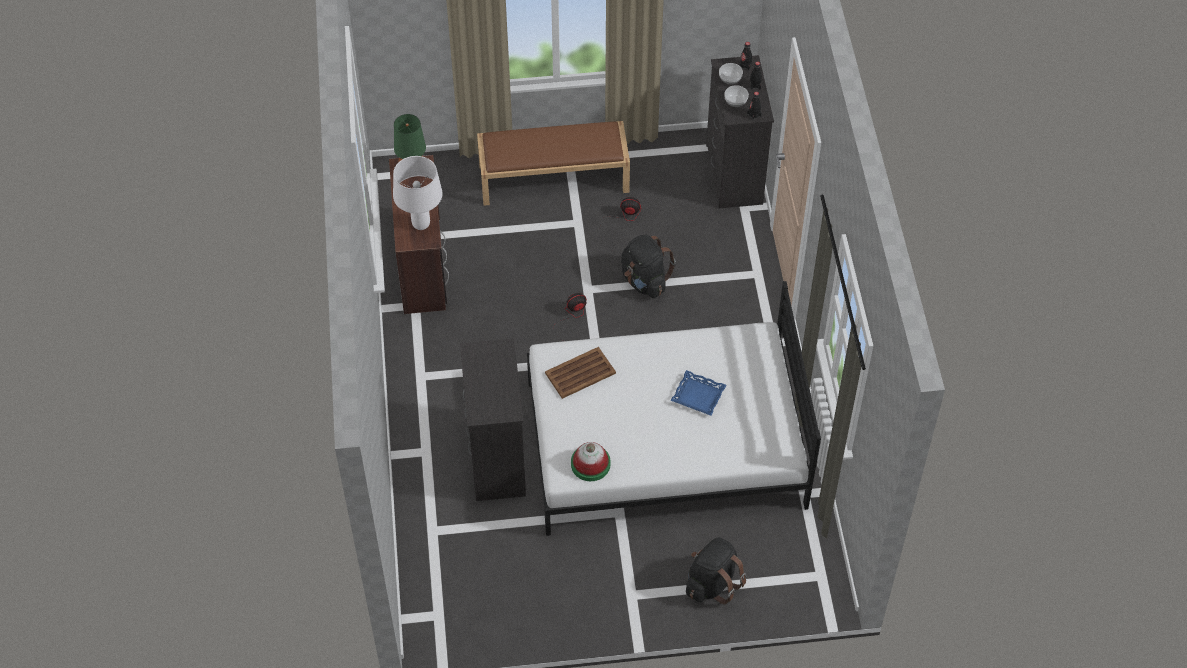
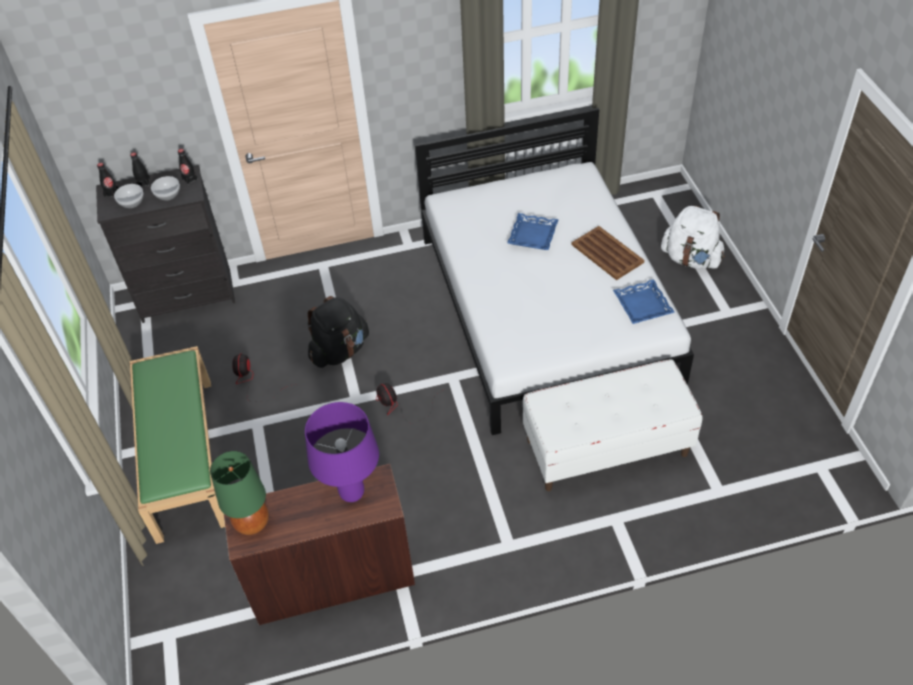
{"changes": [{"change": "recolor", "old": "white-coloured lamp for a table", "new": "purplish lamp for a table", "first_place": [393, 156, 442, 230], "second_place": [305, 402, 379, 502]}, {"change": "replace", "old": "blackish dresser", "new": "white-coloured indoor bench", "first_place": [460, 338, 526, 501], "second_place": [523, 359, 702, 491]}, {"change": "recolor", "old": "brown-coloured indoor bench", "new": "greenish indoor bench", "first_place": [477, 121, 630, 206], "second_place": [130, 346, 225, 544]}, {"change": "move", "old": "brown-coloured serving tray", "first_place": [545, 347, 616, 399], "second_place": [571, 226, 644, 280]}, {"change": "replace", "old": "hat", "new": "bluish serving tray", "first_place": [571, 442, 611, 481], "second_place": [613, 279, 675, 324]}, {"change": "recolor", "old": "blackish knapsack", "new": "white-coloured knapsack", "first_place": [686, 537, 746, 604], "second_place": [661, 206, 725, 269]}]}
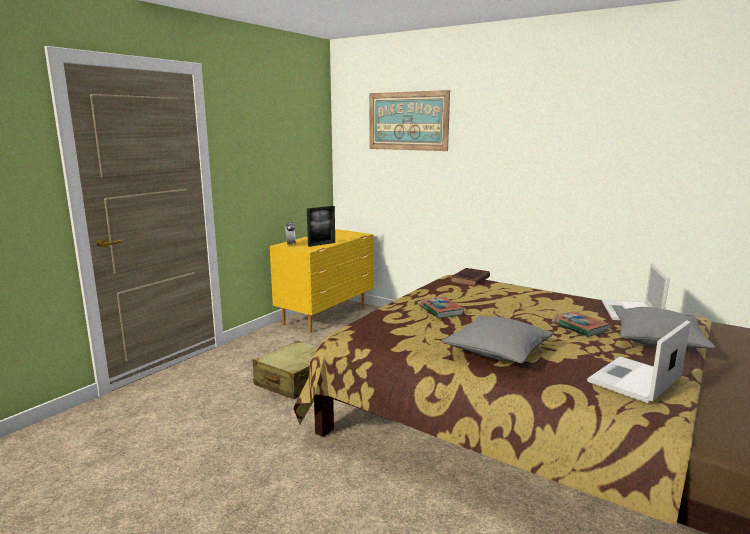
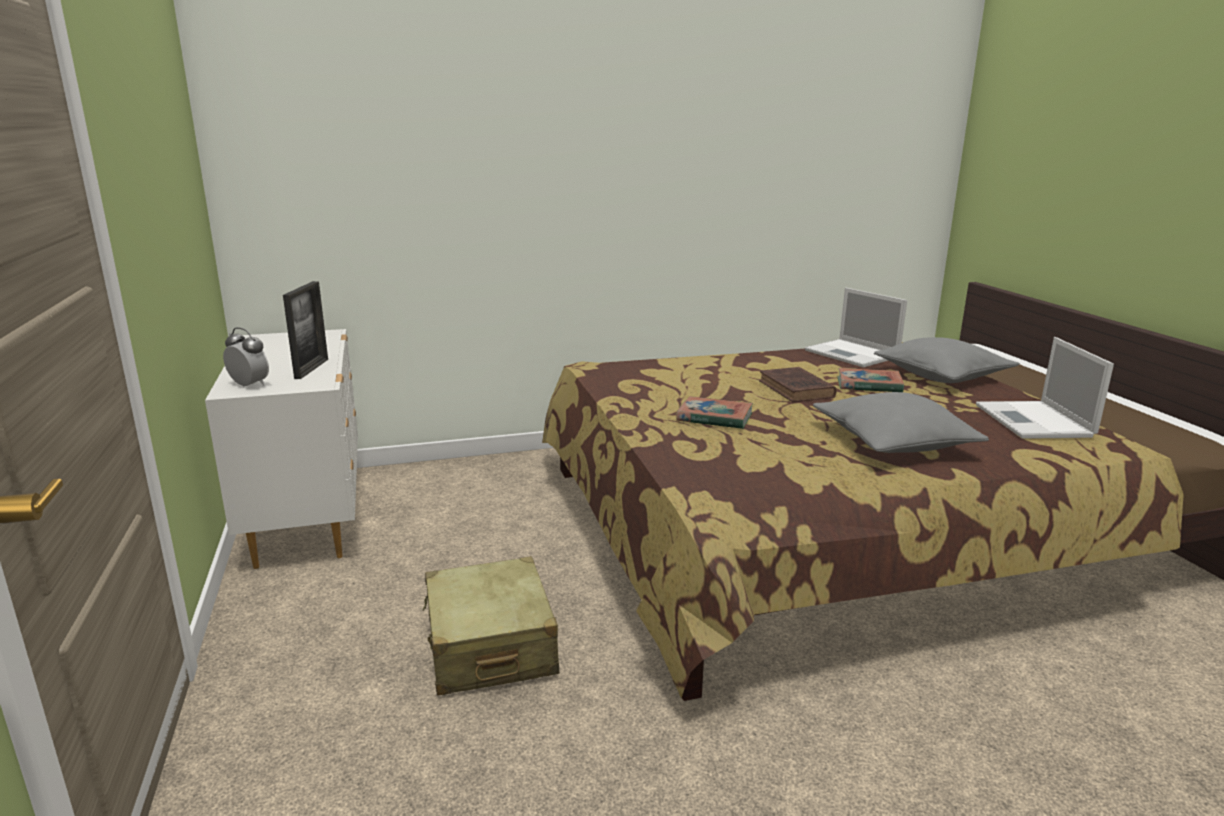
{"changes": [{"change": "recolor", "old": "yellow-coloured dresser", "new": "white-coloured dresser", "first_place": [270, 229, 374, 333], "second_place": [205, 329, 358, 569]}, {"change": "delete", "old": "wall art", "first_place": [369, 90, 450, 151]}, {"change": "move", "old": "brown-coloured bound book", "first_place": [451, 268, 490, 287], "second_place": [759, 367, 837, 402]}]}
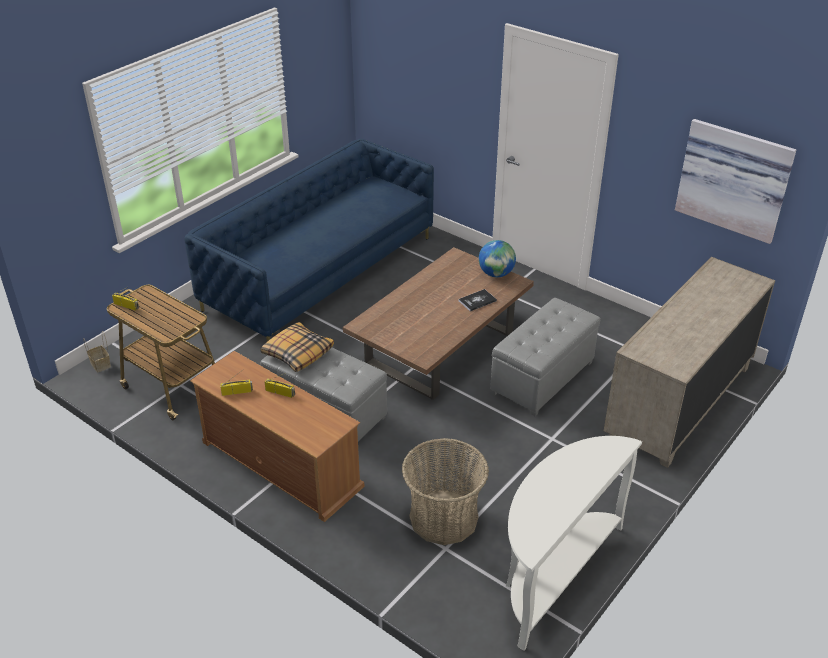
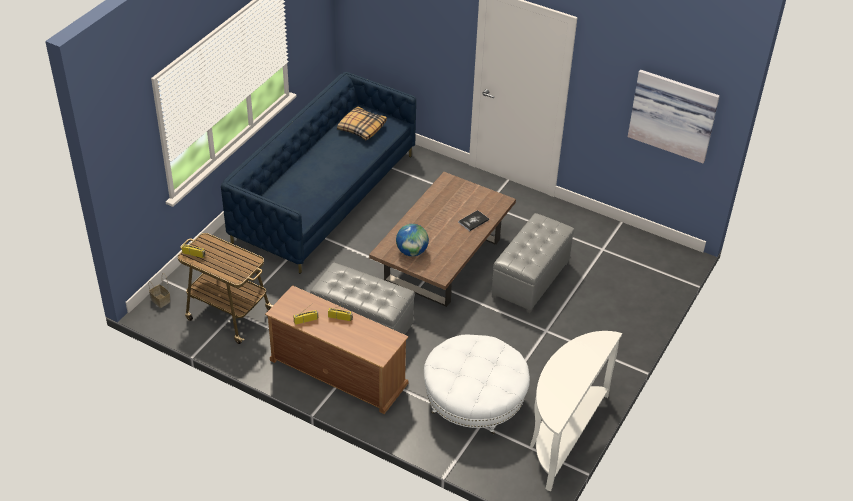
{"changes": [{"change": "move", "old": "pillow", "first_place": [261, 322, 334, 372], "second_place": [337, 106, 387, 140]}, {"change": "replace", "old": "storage basket", "new": "white-coloured pouffe", "first_place": [402, 438, 489, 545], "second_place": [424, 334, 530, 435]}, {"change": "move", "old": "world globe", "first_place": [479, 240, 516, 277], "second_place": [396, 224, 429, 256]}, {"change": "delete", "old": "beige dresser", "first_place": [604, 257, 776, 468]}]}
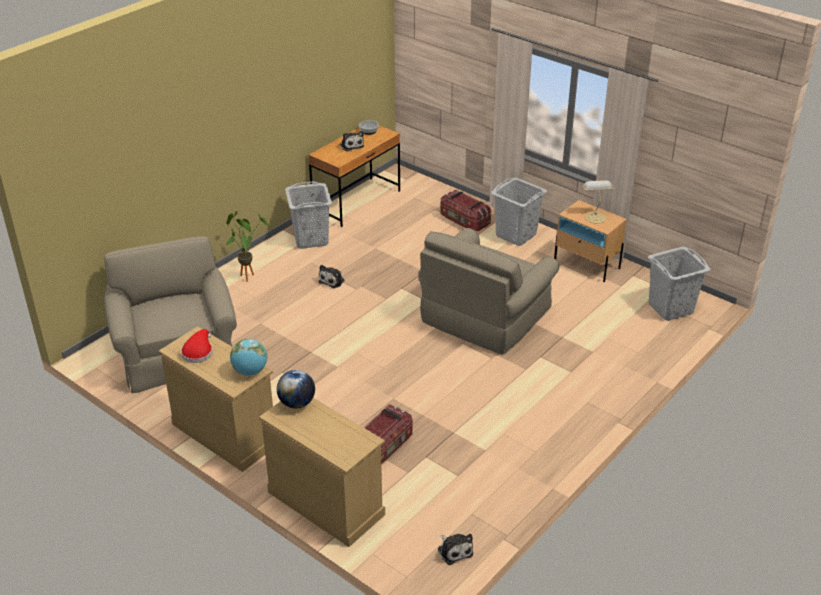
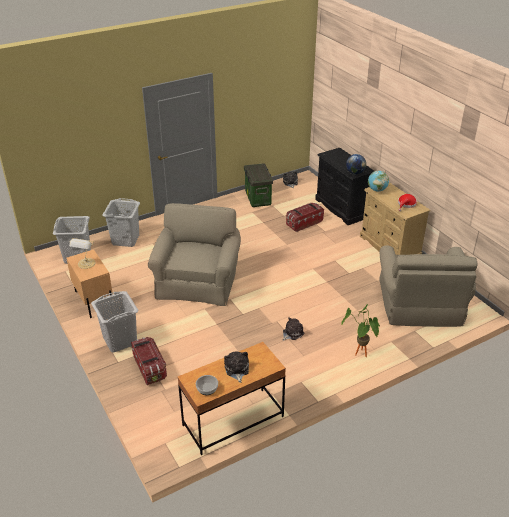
{"changes": [{"change": "recolor", "old": "beige dresser", "new": "blackish dresser", "first_place": [259, 398, 385, 547], "second_place": [315, 148, 374, 225]}, {"change": "move", "old": "greyish washing basket", "first_place": [285, 181, 332, 249], "second_place": [102, 198, 140, 247]}, {"change": "rotate", "old": "beige lounge chair", "first_place": [419, 228, 559, 354], "second_place": [148, 203, 241, 306], "degrees": -45}, {"change": "insert", "new": "storage box", "second_place": [244, 163, 273, 207]}]}
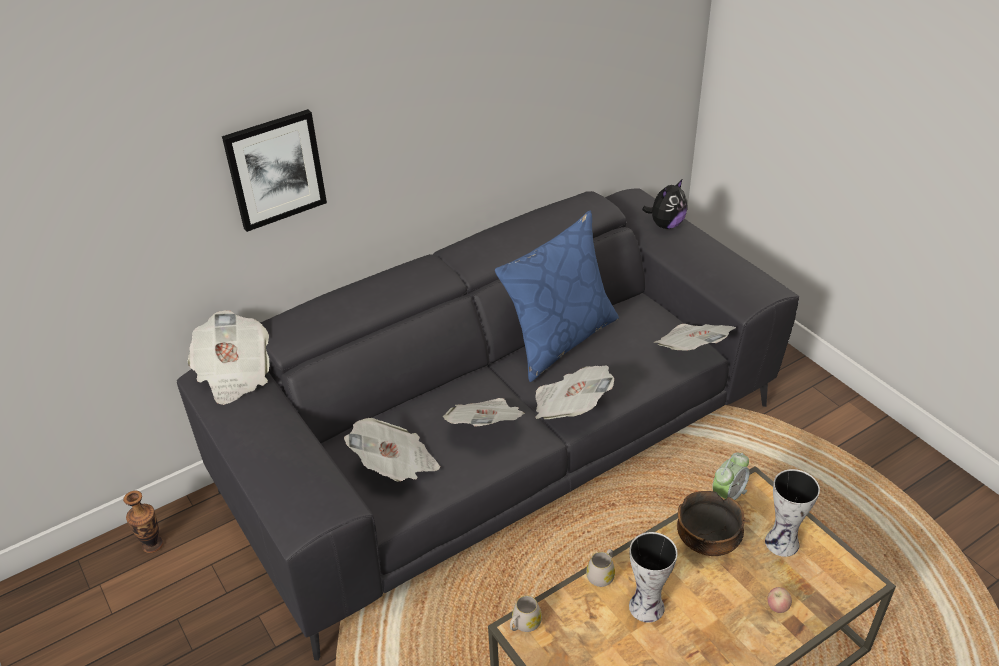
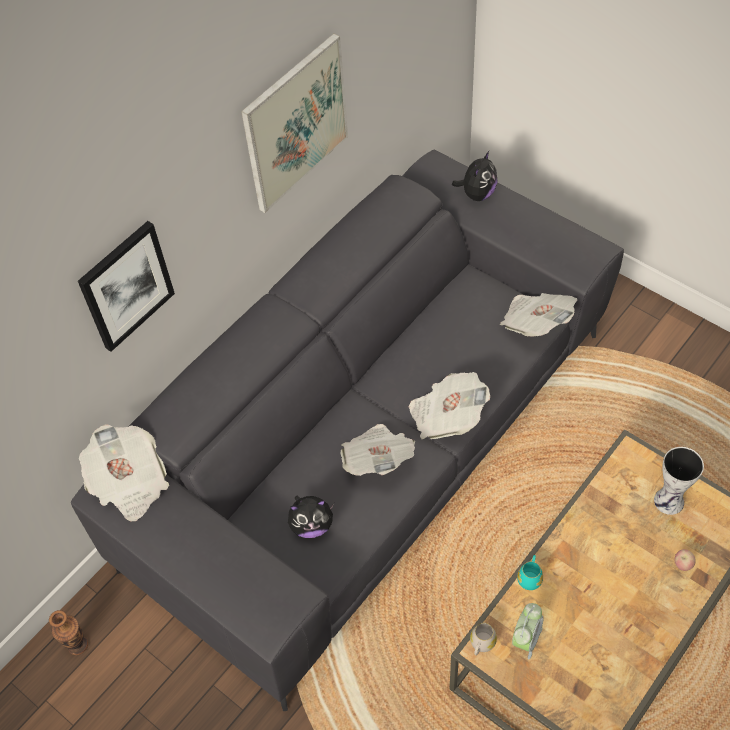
{"changes": [{"change": "replace", "old": "daily paper", "new": "cuddly toy", "first_place": [344, 418, 440, 482], "second_place": [288, 495, 334, 538]}, {"change": "delete", "old": "bluish pillow", "first_place": [495, 211, 619, 382]}, {"change": "recolor", "old": "white-coloured coffee mug", "new": "blue-green coffee mug", "first_place": [586, 549, 615, 587], "second_place": [517, 555, 543, 590]}, {"change": "delete", "old": "vase", "first_place": [629, 532, 678, 623]}, {"change": "delete", "old": "deep dish", "first_place": [677, 491, 745, 556]}, {"change": "move", "old": "bedside clock", "first_place": [712, 453, 750, 500], "second_place": [512, 603, 544, 659]}, {"change": "insert", "new": "wall art", "second_place": [241, 34, 348, 213]}]}
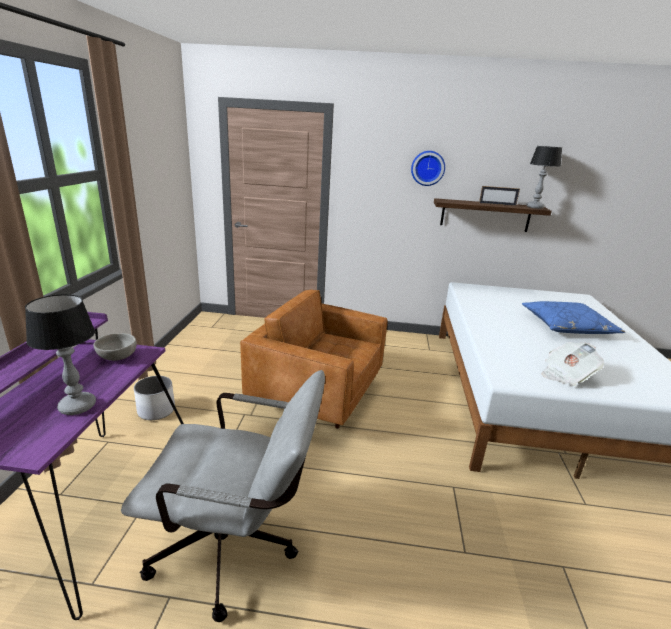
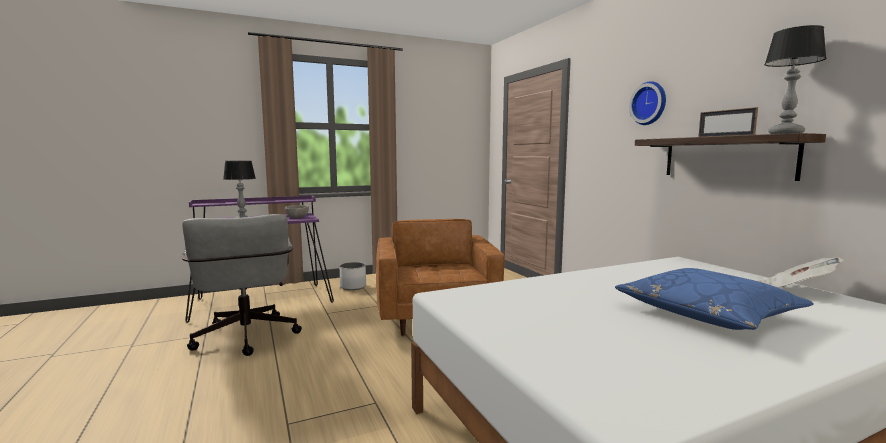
{"changes": [{"change": "move", "old": "daily paper", "first_place": [542, 342, 604, 386], "second_place": [758, 257, 844, 287]}]}
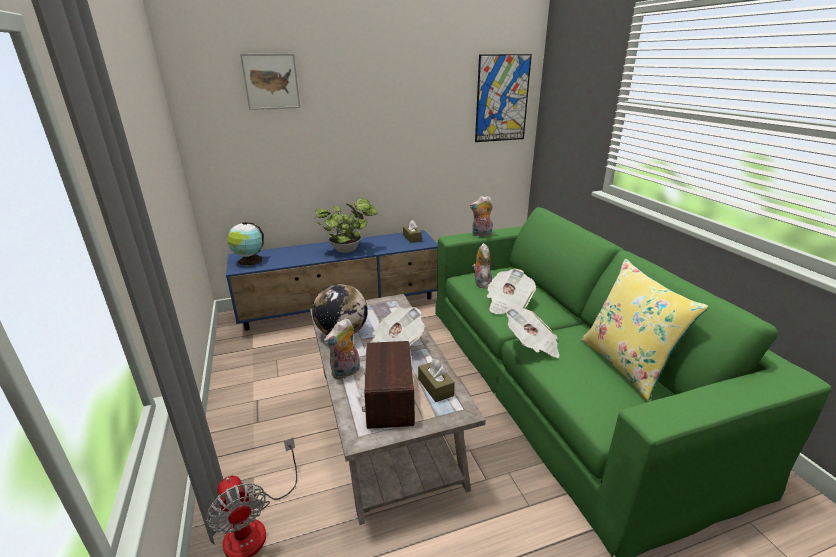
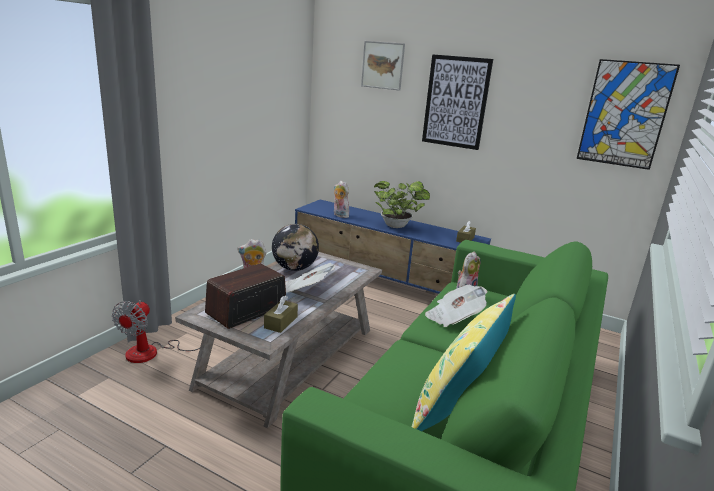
{"changes": [{"change": "delete", "old": "world globe", "first_place": [228, 222, 264, 266]}, {"change": "move", "old": "cuddly toy", "first_place": [470, 196, 493, 237], "second_place": [334, 181, 349, 218]}, {"change": "delete", "old": "daily paper", "first_place": [506, 308, 559, 358]}, {"change": "insert", "new": "wall art", "second_place": [422, 54, 493, 150]}]}
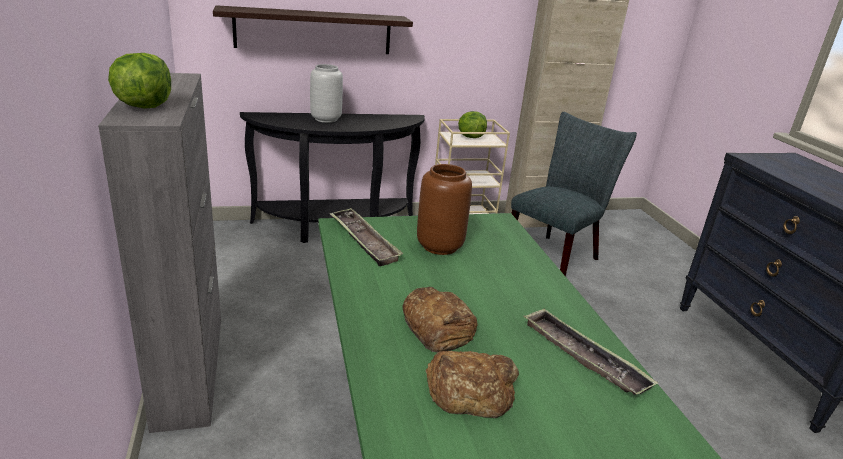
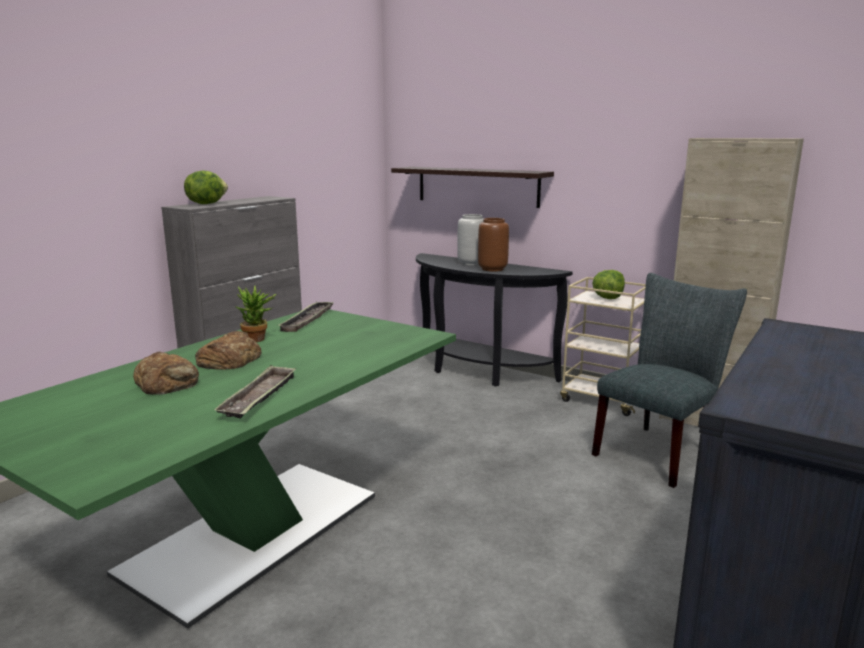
{"changes": [{"change": "move", "old": "brown-coloured vase", "first_place": [417, 164, 472, 255], "second_place": [478, 218, 509, 272]}, {"change": "rotate", "old": "greyish upright chair", "first_place": [511, 112, 637, 277], "second_place": [592, 273, 747, 488], "degrees": -45}, {"change": "insert", "new": "plant in a pot", "second_place": [235, 285, 277, 342]}]}
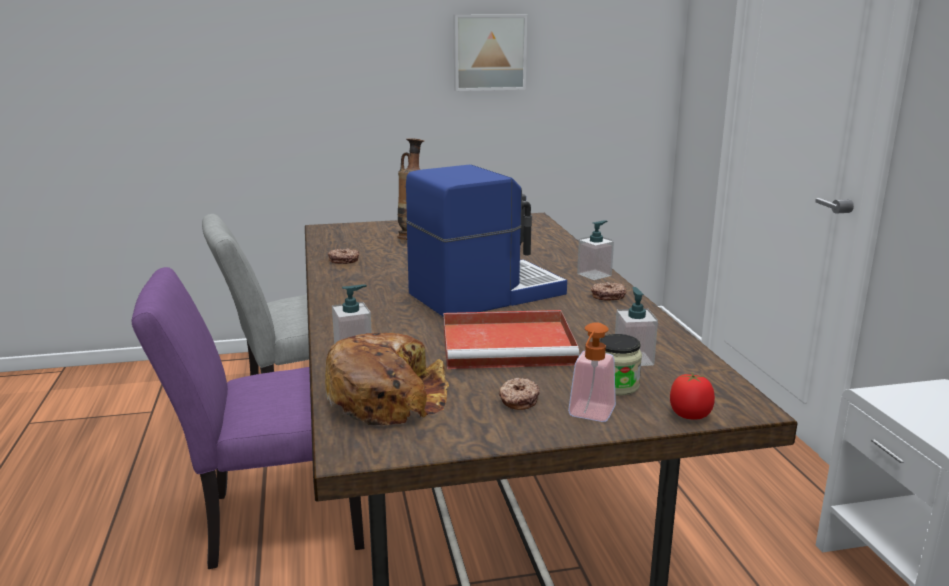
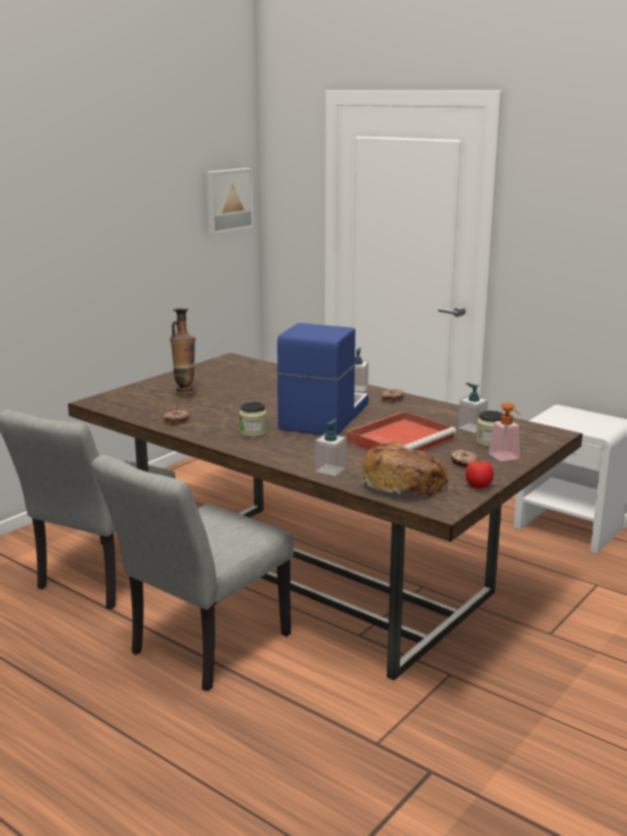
{"changes": [{"change": "recolor", "old": "purplish upright chair", "new": "greyish upright chair", "first_place": [132, 267, 364, 569], "second_place": [92, 455, 294, 691]}, {"change": "move", "old": "wall art", "first_place": [454, 15, 527, 91], "second_place": [206, 168, 254, 234]}, {"change": "move", "old": "whole tomato", "first_place": [670, 373, 715, 419], "second_place": [465, 459, 494, 489]}, {"change": "insert", "new": "preserve jar", "second_place": [239, 402, 267, 437]}]}
